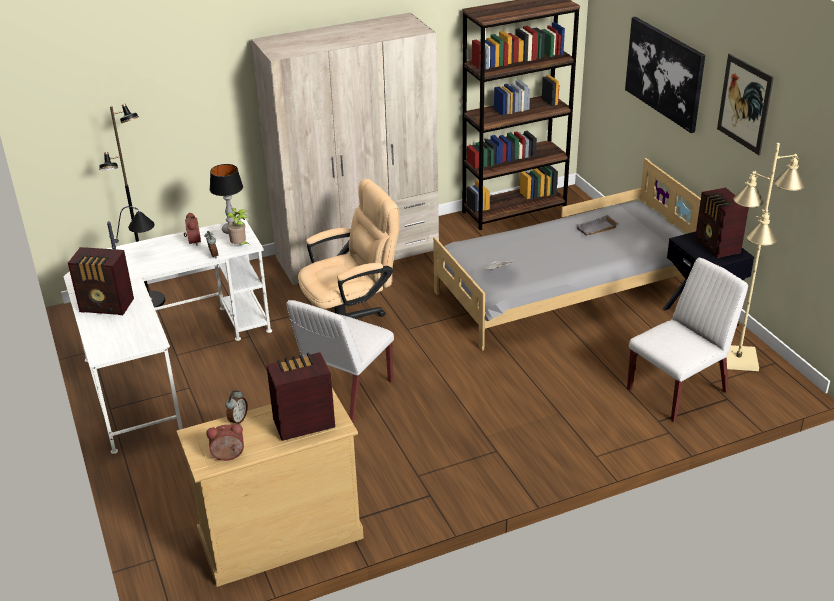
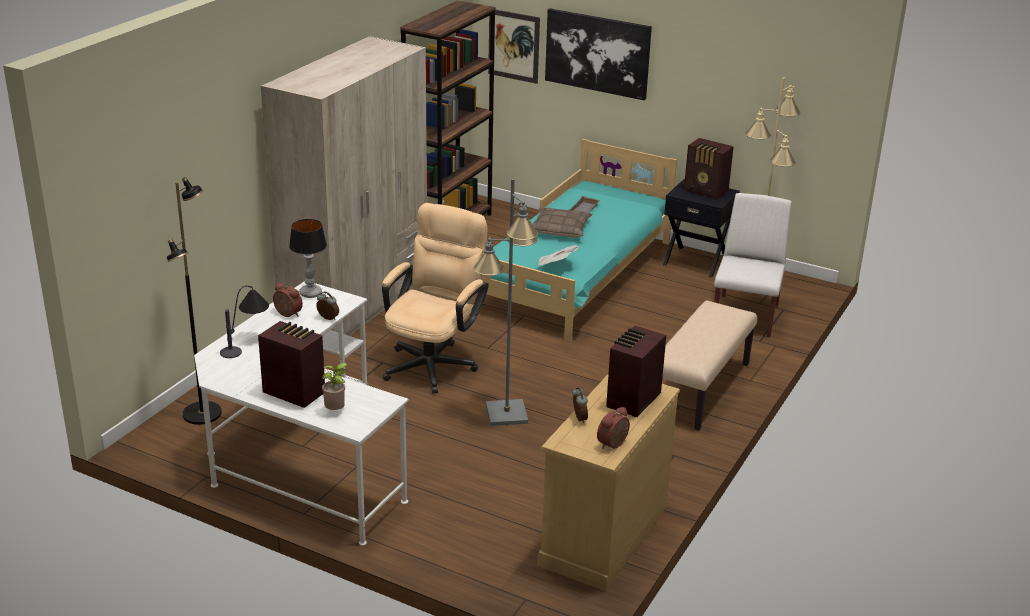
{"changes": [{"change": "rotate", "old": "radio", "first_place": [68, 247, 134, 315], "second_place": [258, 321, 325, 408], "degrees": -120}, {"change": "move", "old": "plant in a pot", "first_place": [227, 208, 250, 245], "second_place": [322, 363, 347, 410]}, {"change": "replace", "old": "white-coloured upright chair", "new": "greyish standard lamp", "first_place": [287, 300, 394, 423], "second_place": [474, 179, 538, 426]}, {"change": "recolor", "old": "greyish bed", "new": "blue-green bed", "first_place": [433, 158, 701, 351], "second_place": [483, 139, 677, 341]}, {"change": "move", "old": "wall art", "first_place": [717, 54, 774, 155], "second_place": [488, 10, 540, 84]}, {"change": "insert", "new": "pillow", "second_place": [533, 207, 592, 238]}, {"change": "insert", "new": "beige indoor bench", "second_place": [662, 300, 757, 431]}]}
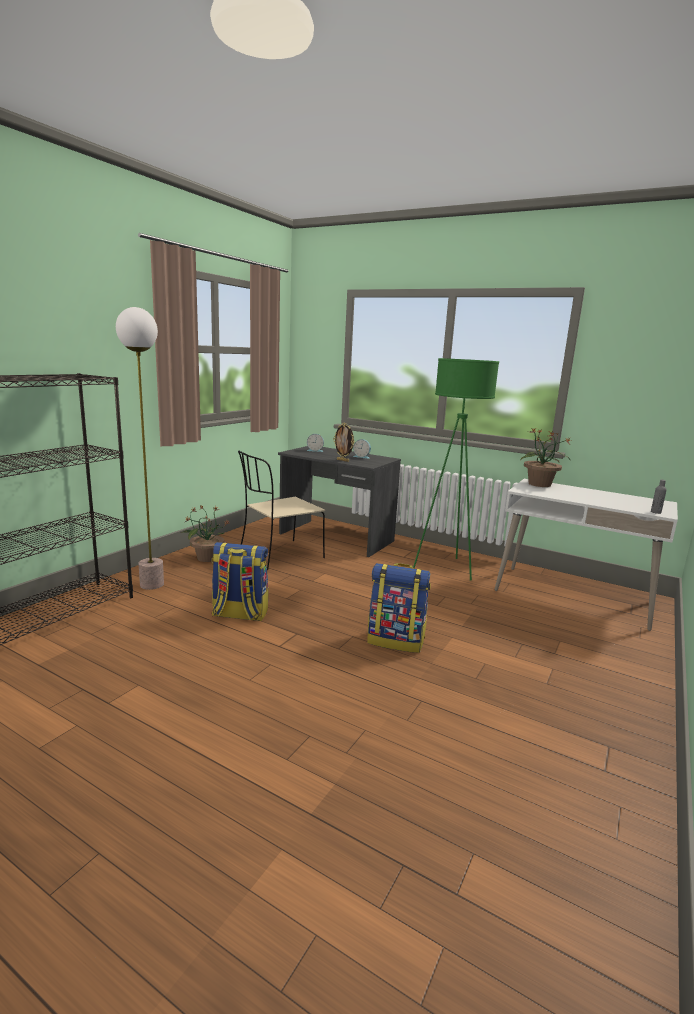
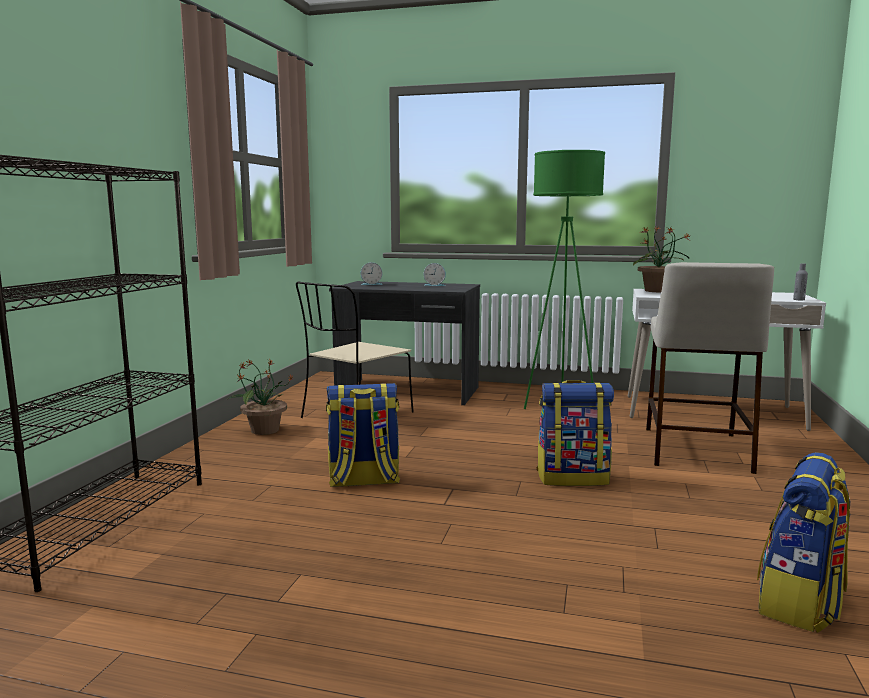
{"changes": [{"change": "delete", "old": "standard lamp", "first_place": [116, 307, 164, 590]}, {"change": "delete", "old": "picture frame", "first_place": [333, 423, 354, 462]}, {"change": "insert", "new": "beige stool", "second_place": [646, 262, 774, 474]}, {"change": "insert", "new": "knapsack", "second_place": [757, 452, 851, 633]}]}
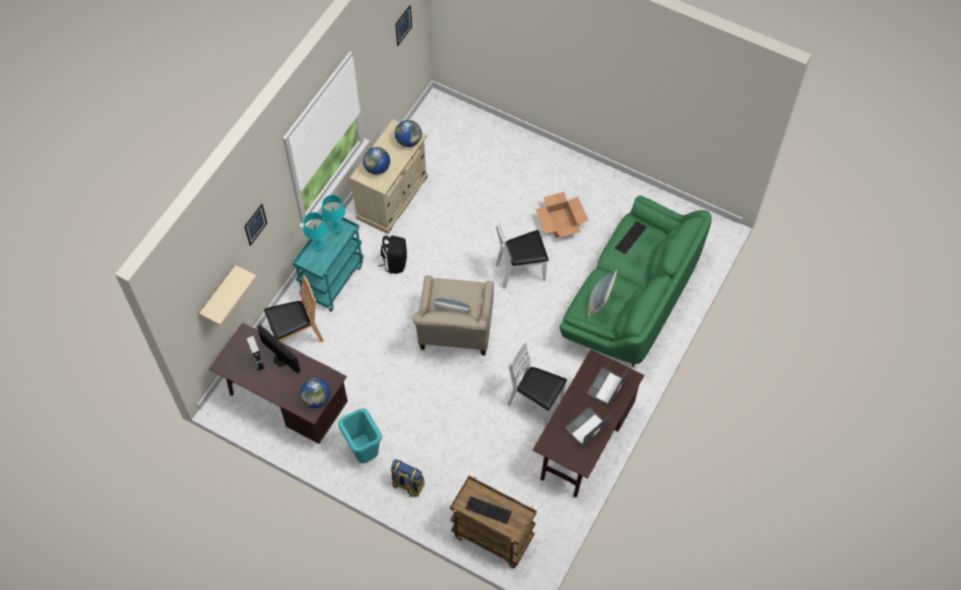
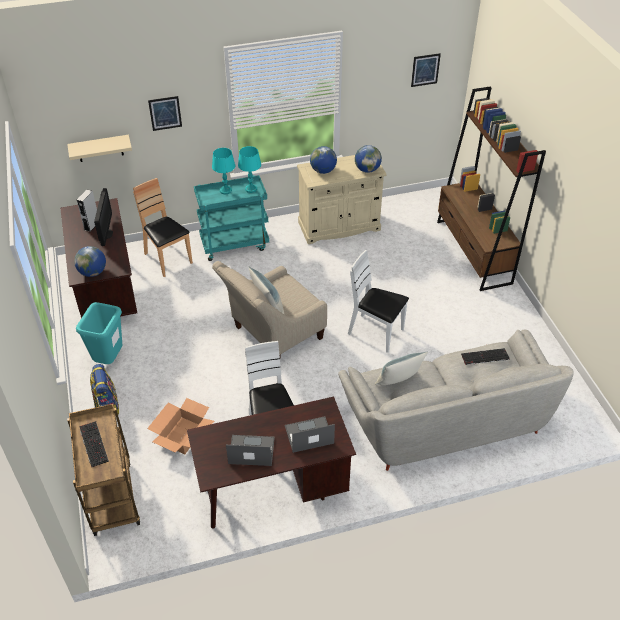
{"changes": [{"change": "rotate", "old": "brown-coloured upright chair", "first_place": [264, 275, 324, 342], "second_place": [133, 178, 193, 277], "degrees": -150}, {"change": "delete", "old": "blackish knapsack", "first_place": [378, 235, 407, 274]}, {"change": "move", "old": "packing box", "first_place": [536, 192, 589, 238], "second_place": [147, 398, 214, 454]}, {"change": "recolor", "old": "greenish settee", "new": "greyish settee", "first_place": [559, 195, 712, 367], "second_place": [338, 329, 574, 471]}, {"change": "insert", "new": "brown-coloured shelving unit", "second_place": [437, 86, 546, 291]}]}
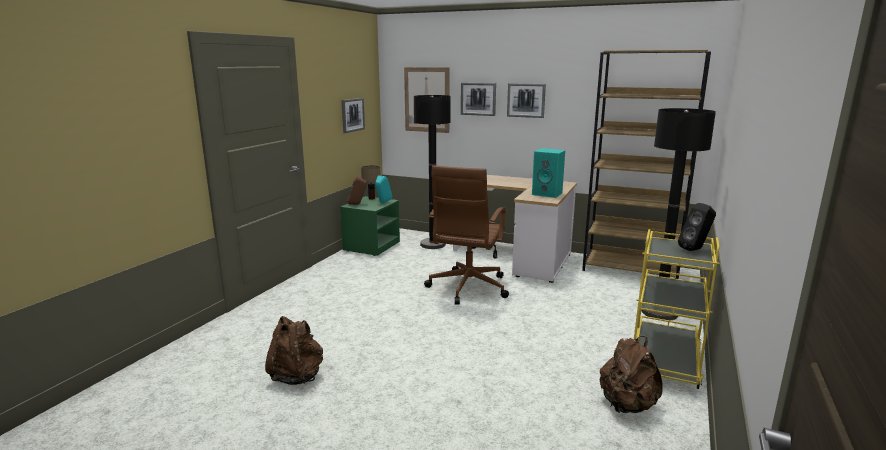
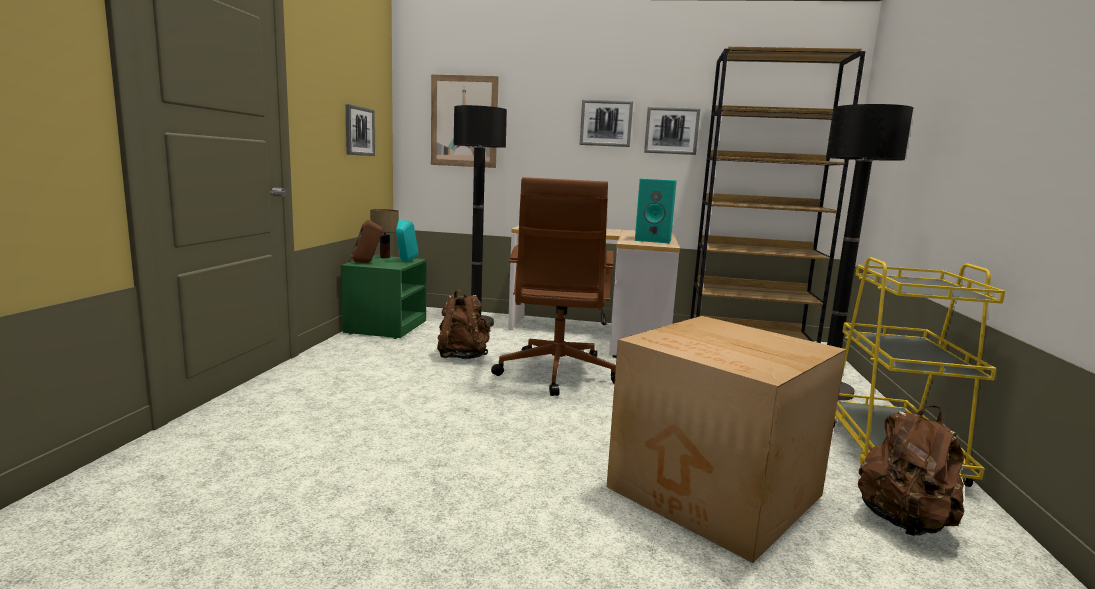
{"changes": [{"change": "move", "old": "brown-coloured knapsack", "first_place": [265, 316, 323, 385], "second_place": [437, 289, 490, 359]}, {"change": "move", "old": "wall art", "first_place": [461, 83, 496, 116], "second_place": [644, 107, 700, 155]}, {"change": "delete", "old": "blackish speaker", "first_place": [678, 203, 716, 251]}, {"change": "insert", "new": "packing box", "second_place": [607, 316, 846, 563]}]}
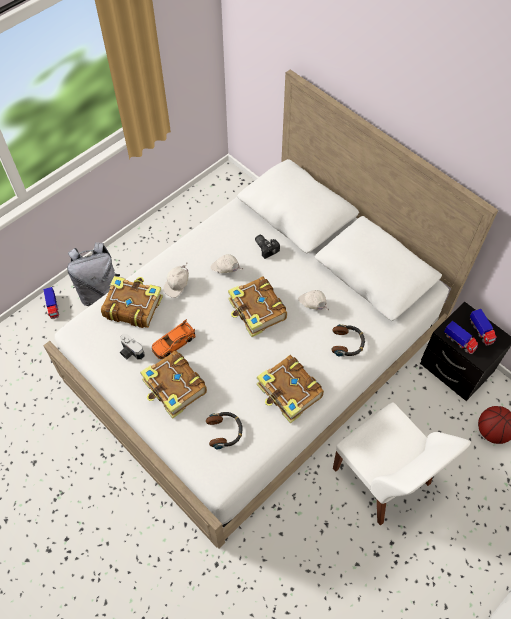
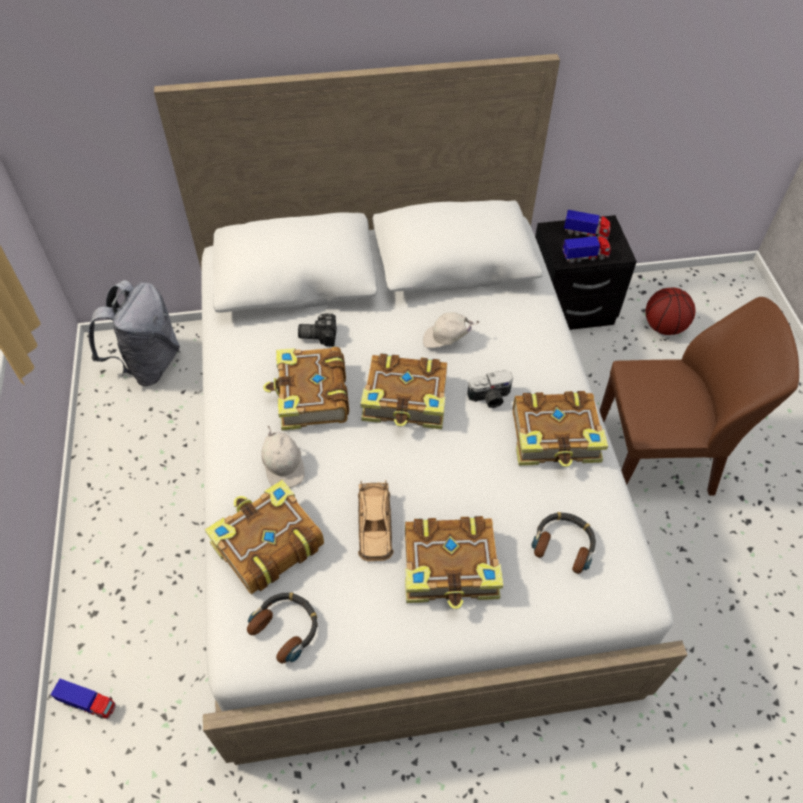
{"changes": [{"change": "move", "old": "greyish knapsack", "first_place": [67, 242, 120, 306], "second_place": [88, 280, 180, 386]}, {"change": "move", "old": "photo camera", "first_place": [120, 334, 145, 360], "second_place": [467, 370, 513, 408]}, {"change": "recolor", "old": "orange toy car", "new": "beige toy car", "first_place": [152, 319, 195, 359], "second_place": [358, 480, 394, 561]}, {"change": "replace", "old": "white-coloured peaked cap", "new": "bound book", "first_place": [210, 254, 243, 273], "second_place": [263, 347, 349, 431]}, {"change": "move", "old": "headset", "first_place": [331, 324, 365, 356], "second_place": [247, 592, 318, 663]}, {"change": "recolor", "old": "white-coloured upright chair", "new": "brown-coloured upright chair", "first_place": [333, 402, 471, 526], "second_place": [600, 297, 799, 496]}]}
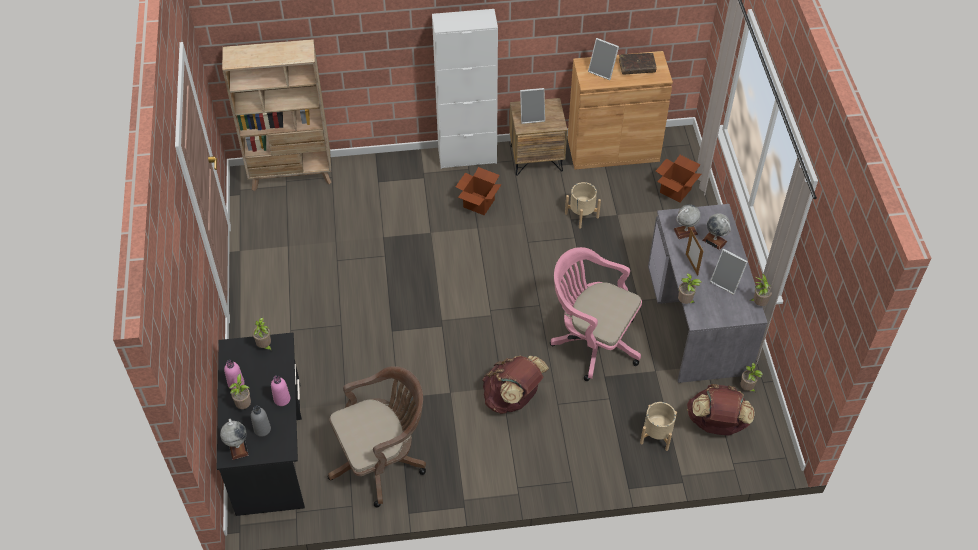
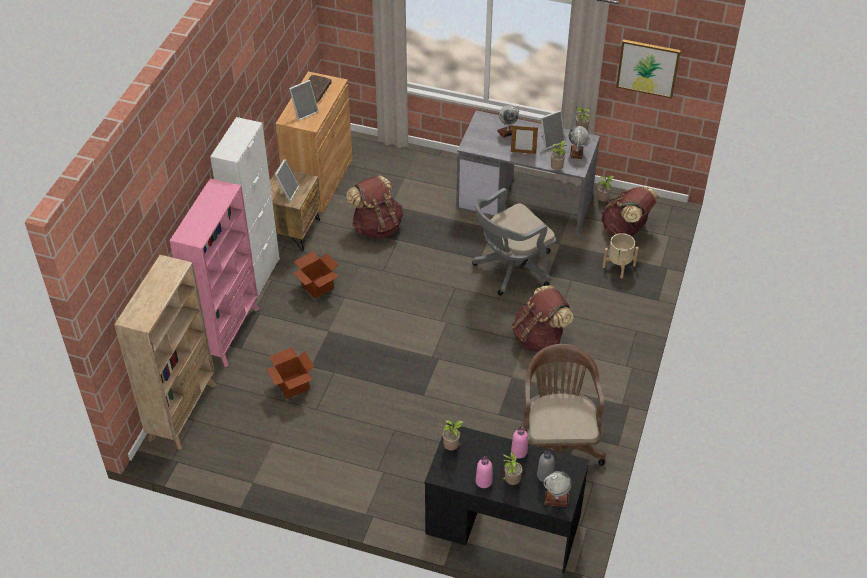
{"changes": [{"change": "recolor", "old": "pink desk chair", "new": "greyish desk chair", "first_place": [550, 247, 642, 381], "second_place": [472, 188, 556, 295]}, {"change": "replace", "old": "beige planter", "new": "brown-coloured knapsack", "first_place": [565, 182, 601, 229], "second_place": [346, 175, 403, 239]}, {"change": "move", "old": "packing box", "first_place": [656, 155, 701, 203], "second_place": [266, 347, 315, 399]}, {"change": "move", "old": "world globe", "first_place": [674, 204, 701, 239], "second_place": [569, 126, 589, 159]}, {"change": "insert", "new": "pink shelving unit", "second_place": [169, 178, 260, 367]}, {"change": "insert", "new": "wall art", "second_place": [616, 39, 681, 98]}]}
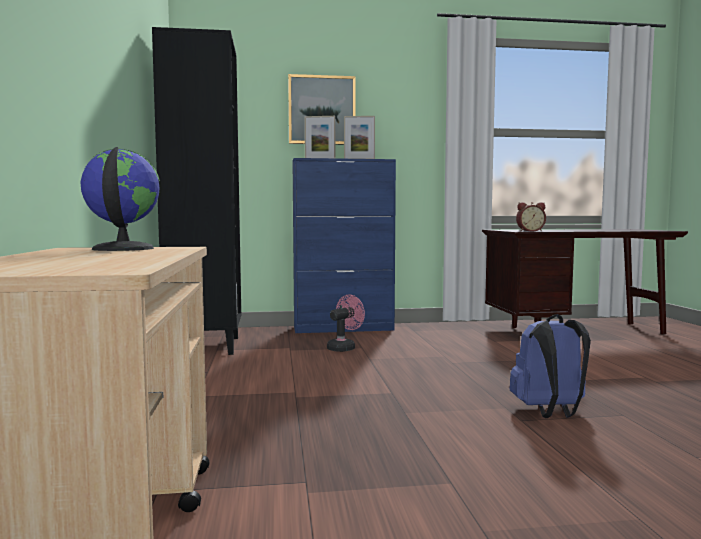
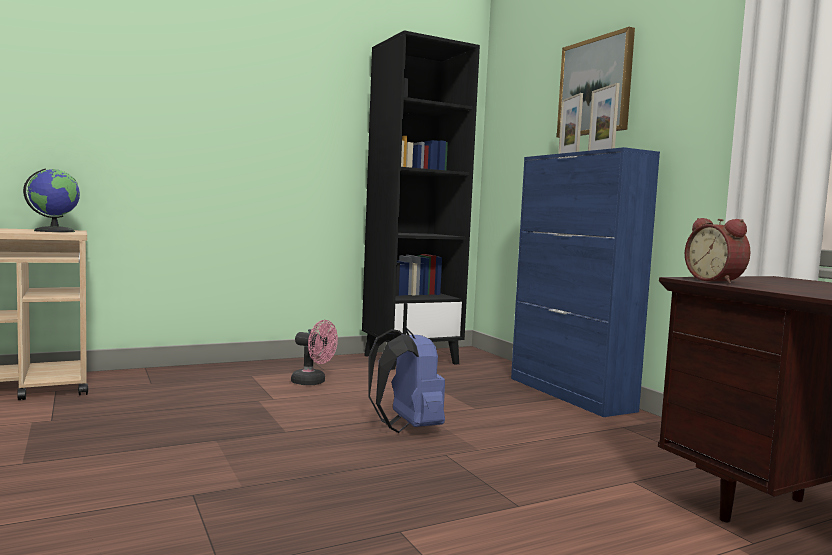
{"changes": [{"change": "move", "old": "pink fan", "first_place": [327, 295, 365, 352], "second_place": [291, 320, 338, 385]}, {"change": "move", "old": "bluish knapsack", "first_place": [510, 314, 591, 418], "second_place": [368, 327, 445, 433]}]}
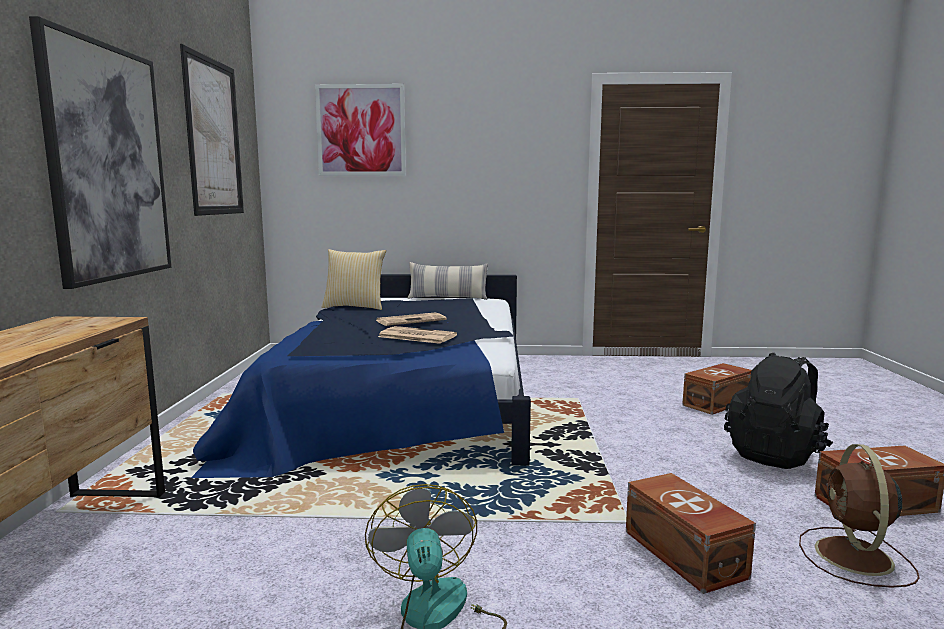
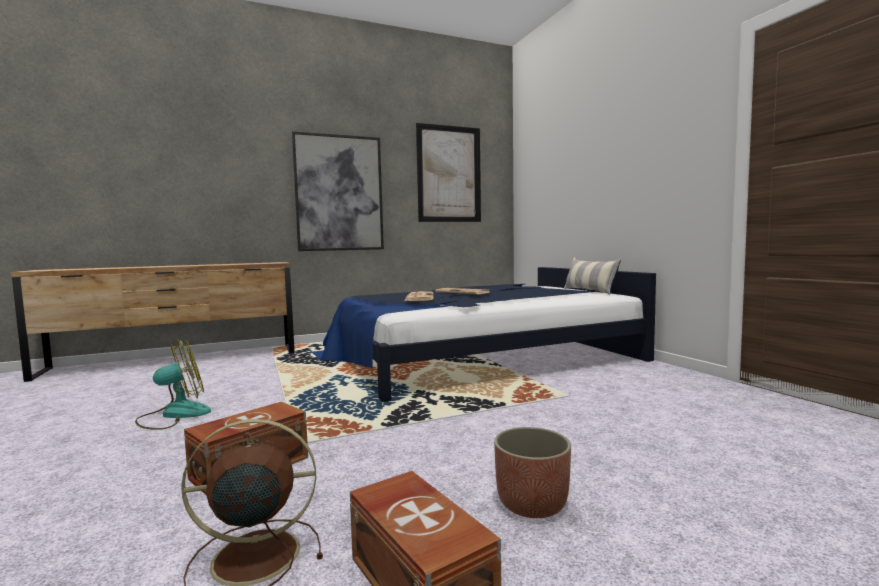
{"changes": [{"change": "delete", "old": "wall art", "first_place": [315, 84, 406, 176]}, {"change": "delete", "old": "pillow", "first_place": [322, 249, 386, 310]}, {"change": "delete", "old": "brown-coloured storage box", "first_place": [682, 363, 751, 415]}, {"change": "replace", "old": "blackish knapsack", "new": "planter", "first_place": [724, 353, 833, 469], "second_place": [494, 427, 571, 518]}]}
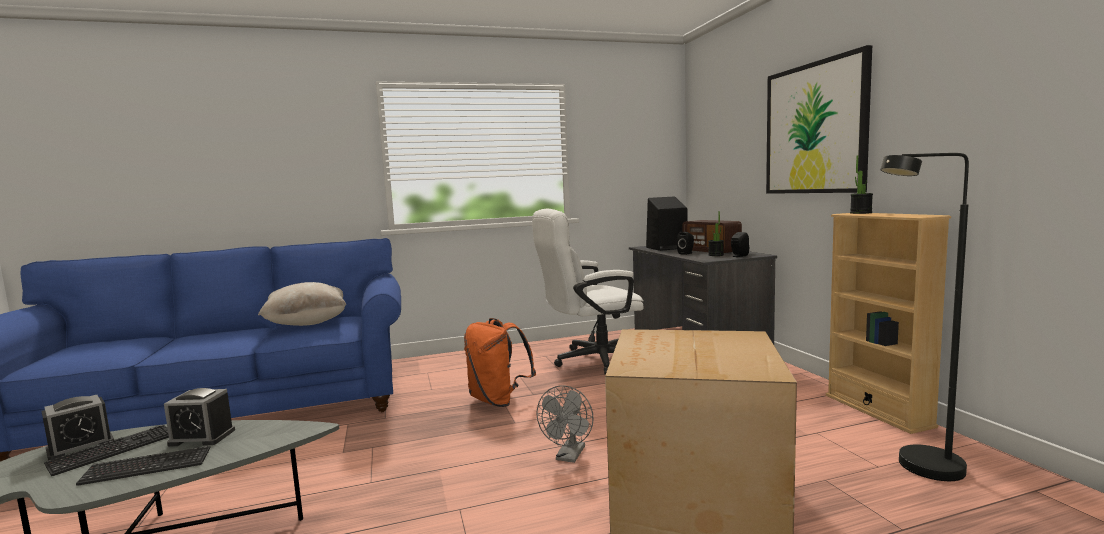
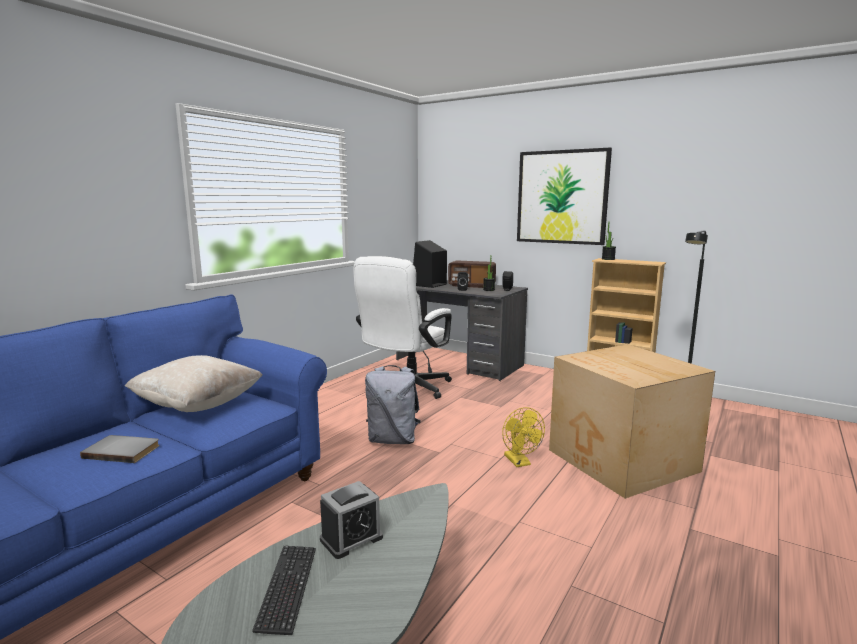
{"changes": [{"change": "delete", "old": "bedside clock", "first_place": [42, 395, 114, 460]}, {"change": "delete", "old": "keyboard", "first_place": [76, 446, 211, 486]}, {"change": "recolor", "old": "orange knapsack", "new": "greyish knapsack", "first_place": [464, 318, 536, 407], "second_place": [365, 365, 421, 444]}, {"change": "recolor", "old": "greyish fan", "new": "yellow-coloured fan", "first_place": [536, 385, 594, 463], "second_place": [502, 407, 545, 467]}, {"change": "insert", "new": "greyish bound book", "second_place": [80, 435, 160, 463]}]}
